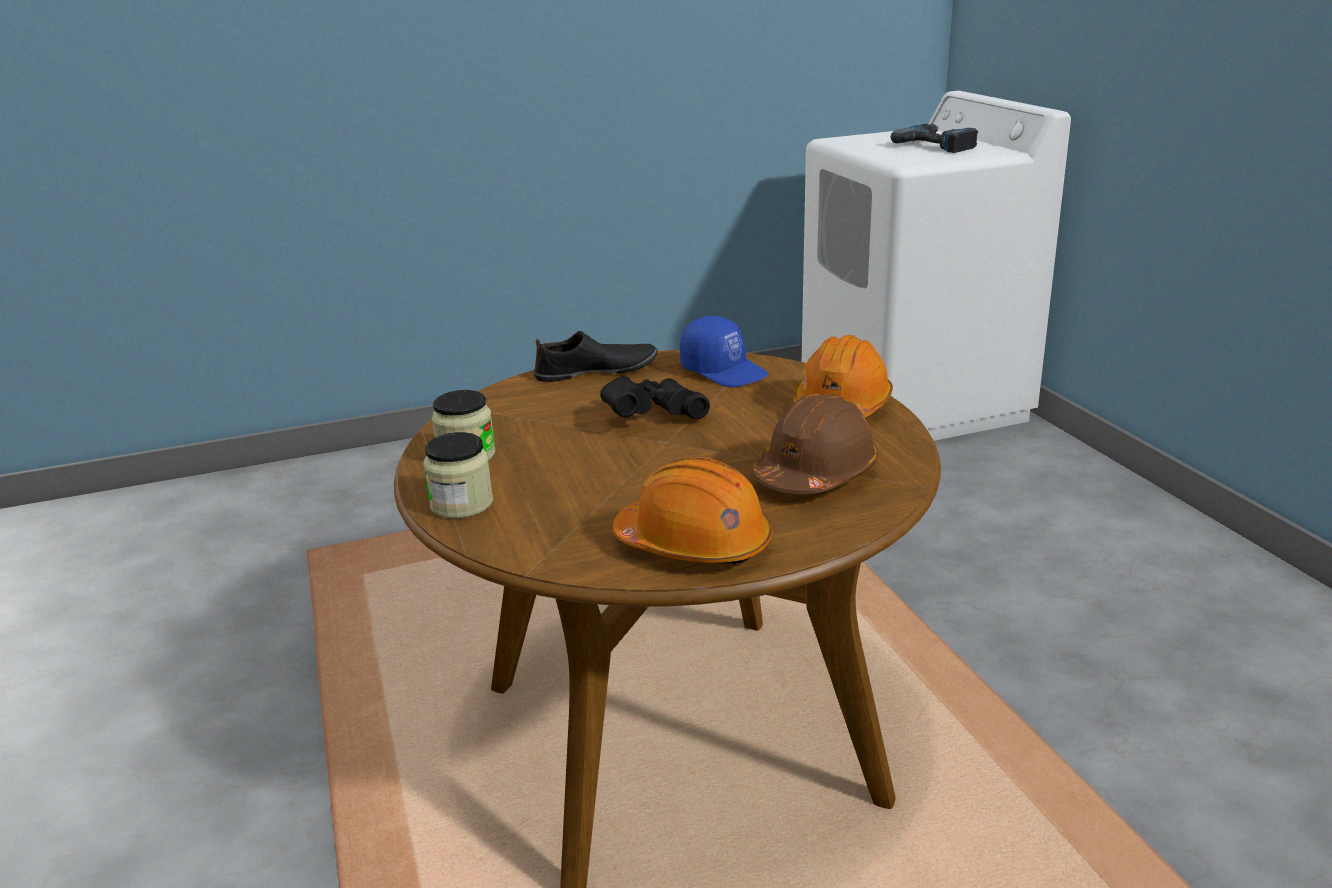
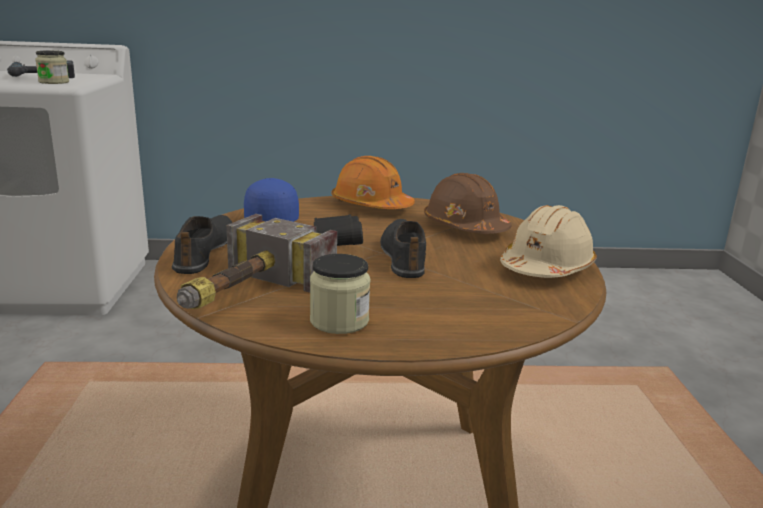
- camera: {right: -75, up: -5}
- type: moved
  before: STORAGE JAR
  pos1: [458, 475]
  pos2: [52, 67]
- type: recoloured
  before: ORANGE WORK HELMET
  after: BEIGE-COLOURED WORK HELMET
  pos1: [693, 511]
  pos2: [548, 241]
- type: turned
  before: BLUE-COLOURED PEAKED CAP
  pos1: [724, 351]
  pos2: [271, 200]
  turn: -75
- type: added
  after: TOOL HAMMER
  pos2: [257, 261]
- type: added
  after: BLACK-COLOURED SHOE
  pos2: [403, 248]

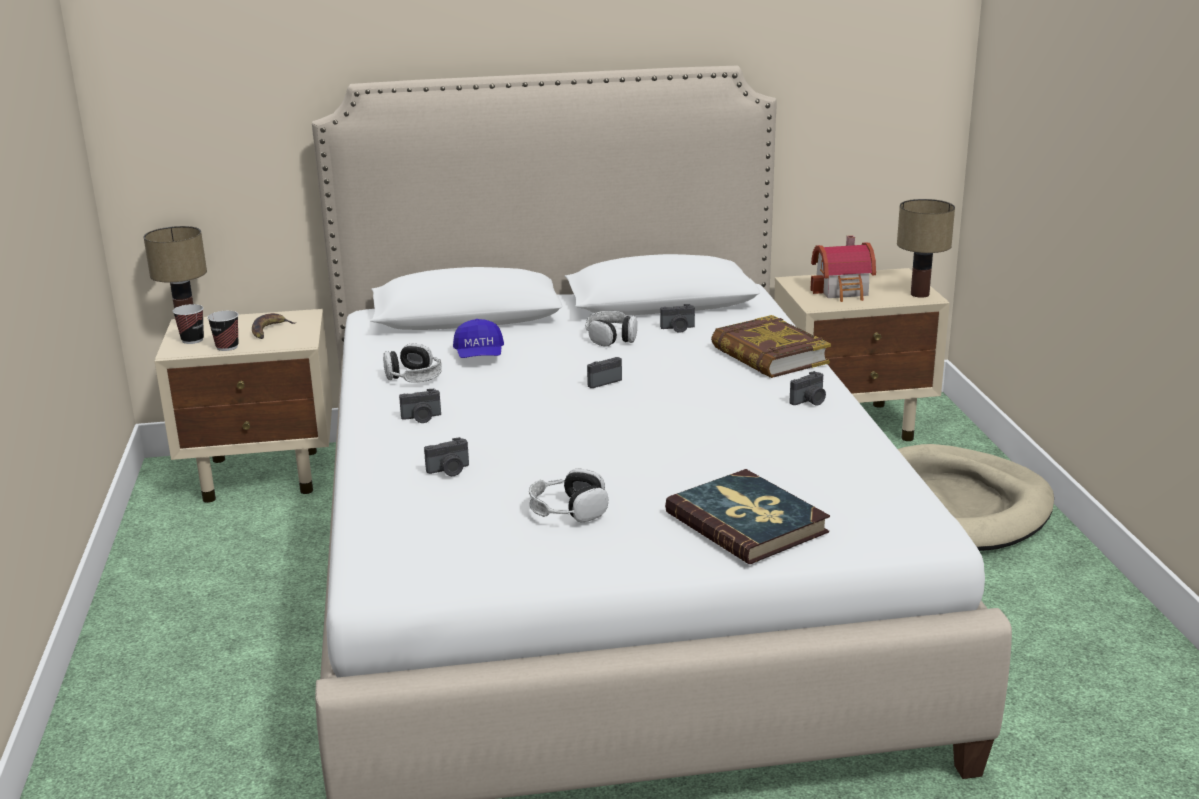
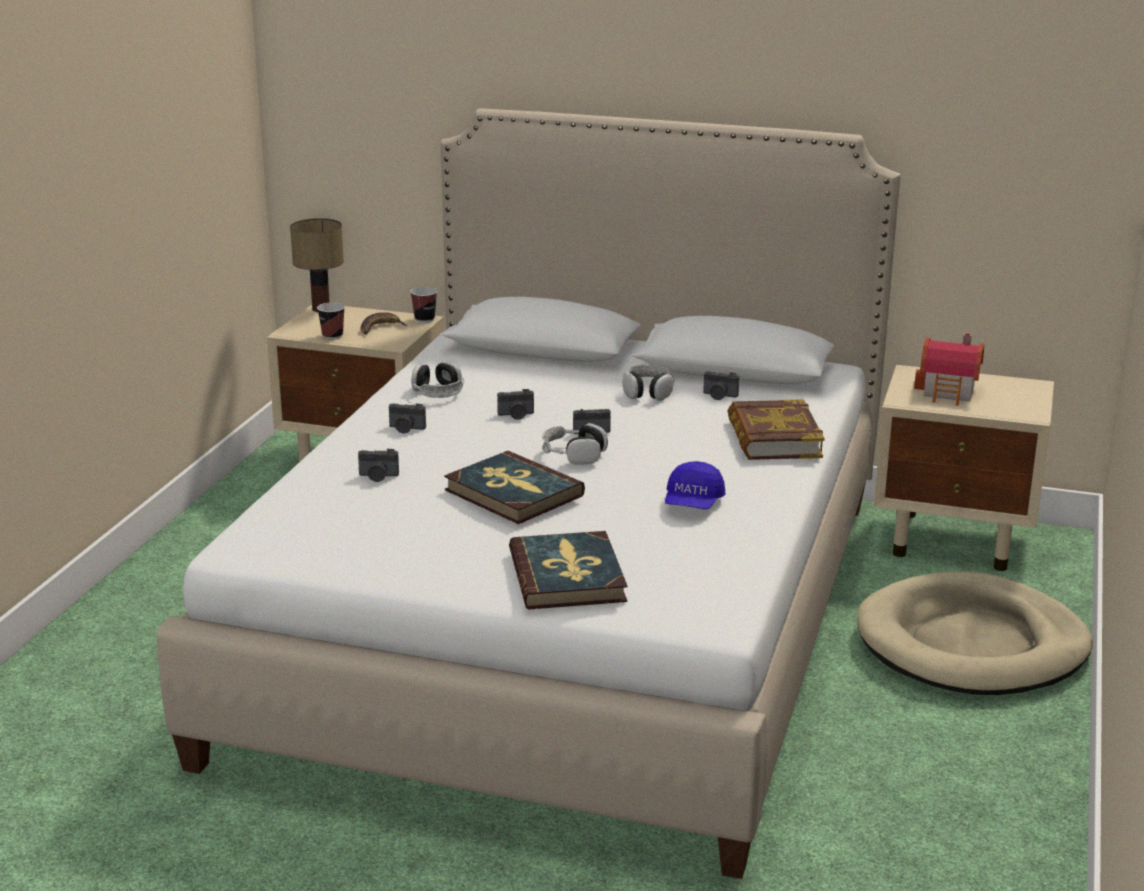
- camera: {right: 25, up: 0}
- type: moved
  before: CUP
  pos1: [188, 324]
  pos2: [423, 305]
- type: moved
  before: BLUE-COLOURED PEAKED CAP
  pos1: [478, 338]
  pos2: [695, 485]
- type: moved
  before: PAIR OF HEADPHONES
  pos1: [568, 495]
  pos2: [575, 444]
- type: moved
  before: STILL CAMERA
  pos1: [808, 388]
  pos2: [515, 404]
- type: removed
  before: TABLE LAMP
  pos1: [926, 248]
- type: added
  after: VOLUME
  pos2: [514, 487]

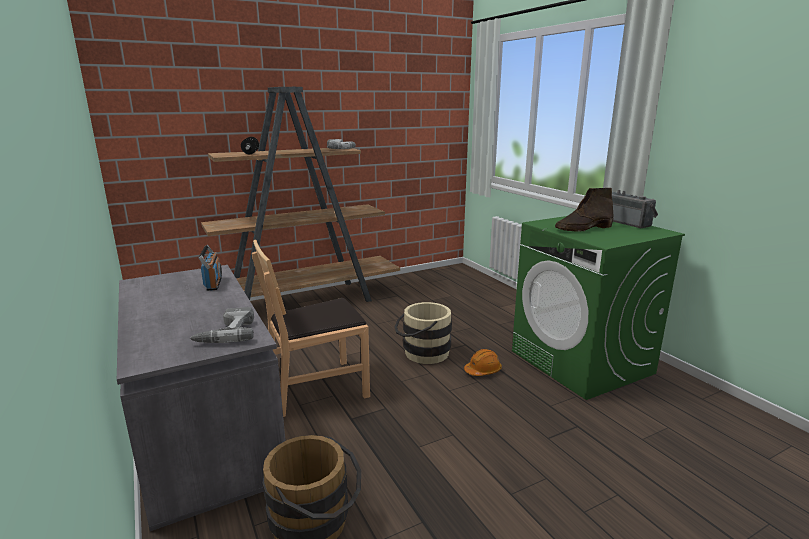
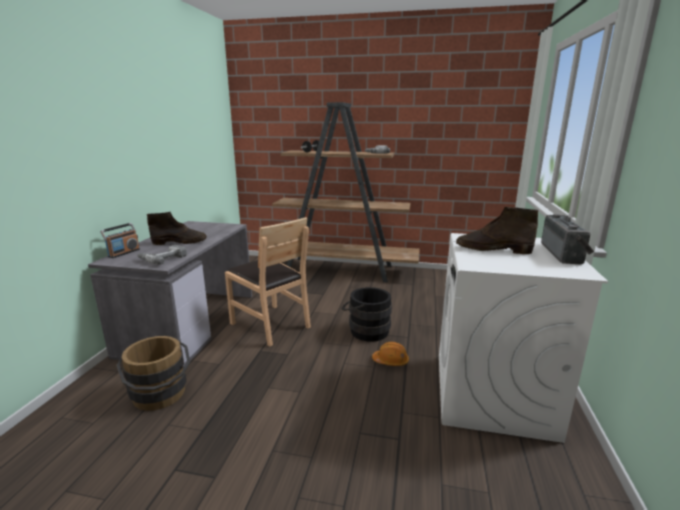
- camera: {right: 40, up: 0}
- type: moved
  before: RADIO RECEIVER
  pos1: [210, 268]
  pos2: [120, 240]
- type: turned
  before: BROWN-COLOURED UPRIGHT CHAIR
  pos1: [311, 328]
  pos2: [268, 282]
  turn: -150
- type: recoloured
  before: BEIGE-COLOURED PAIL
  after: BLACK-COLOURED PAIL
  pos1: [423, 333]
  pos2: [366, 314]
- type: recoloured
  before: GREEN-COLOURED WASHING MACHINE
  after: WHITE WASHING MACHINE
  pos1: [598, 308]
  pos2: [523, 338]
- type: added
  after: BROWN-COLOURED TALL BOOT
  pos2: [177, 228]

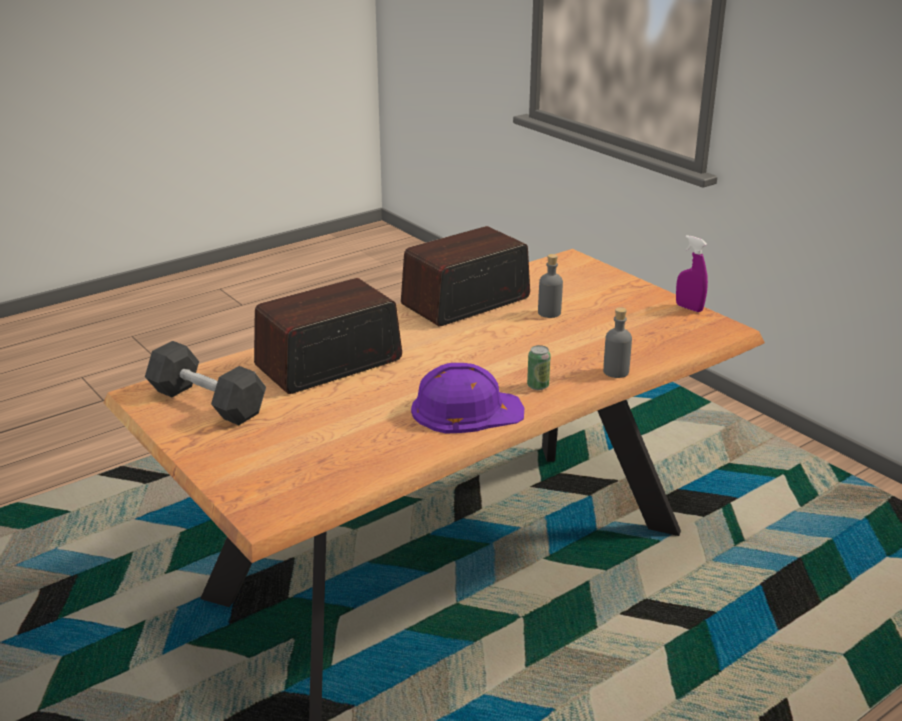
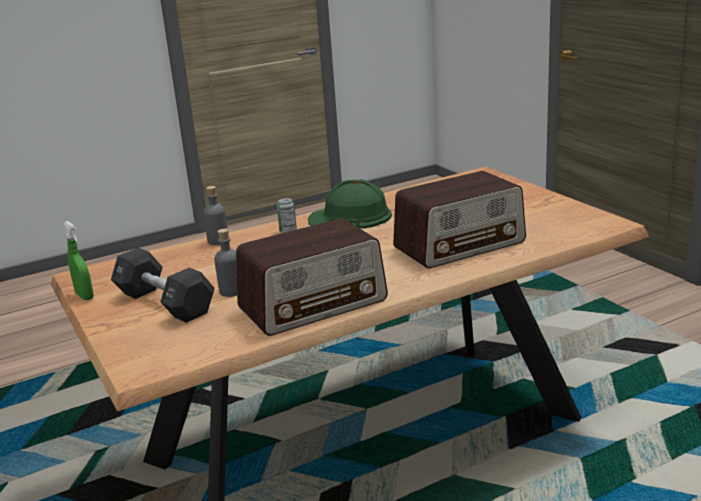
- camera: {right: -170, up: -5}
- type: moved
  before: BLACK-COLOURED HAND WEIGHT
  pos1: [205, 383]
  pos2: [162, 285]
- type: recoloured
  before: PURPLE WORK HELMET
  after: GREEN-COLOURED WORK HELMET
  pos1: [467, 398]
  pos2: [350, 204]
- type: recoloured
  before: PURPLE SPRAY BOTTLE
  after: GREEN-COLOURED SPRAY BOTTLE
  pos1: [692, 273]
  pos2: [79, 260]

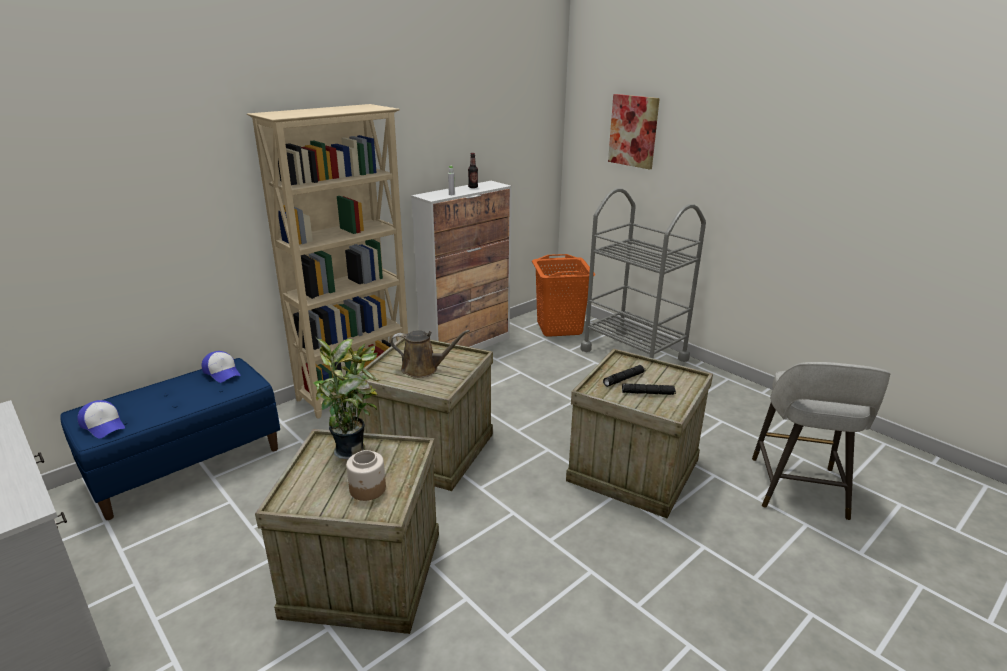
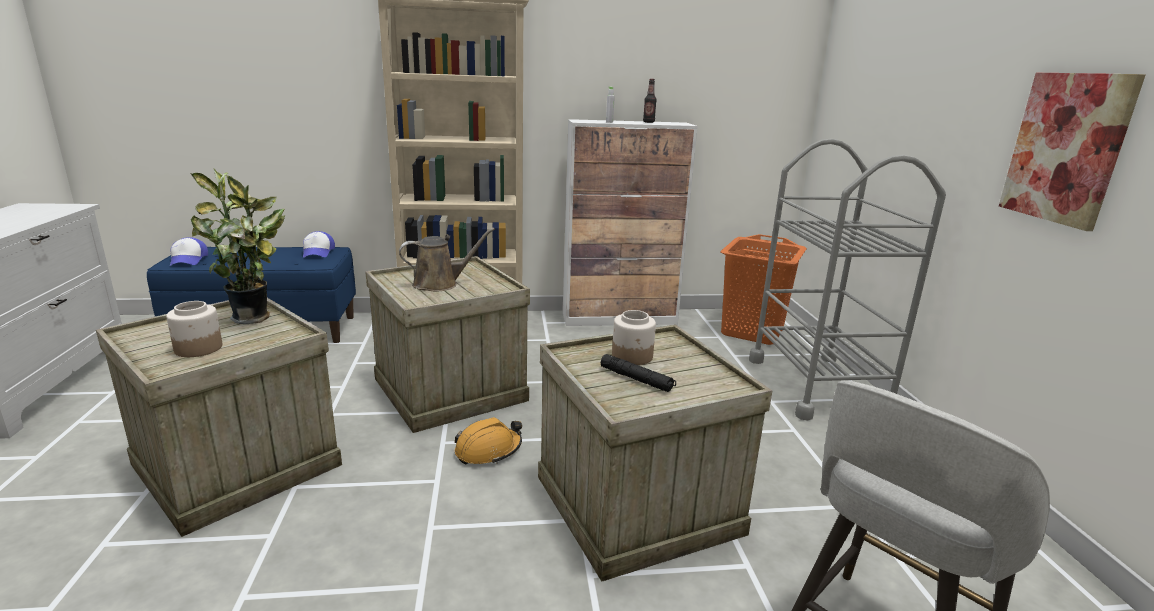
- camera: {right: 35, up: -5}
- type: turned
  before: BROWN-COLOURED WATERING CAN
  pos1: [430, 354]
  pos2: [447, 259]
  turn: -60
- type: replaced
  before: BLACK-COLOURED FLASHLIGHT
  after: STORAGE JAR
  pos1: [624, 376]
  pos2: [634, 337]
- type: moved
  before: PICTURE
  pos1: [634, 132]
  pos2: [1072, 152]
- type: added
  after: ORANGE WORK HELMET
  pos2: [488, 440]

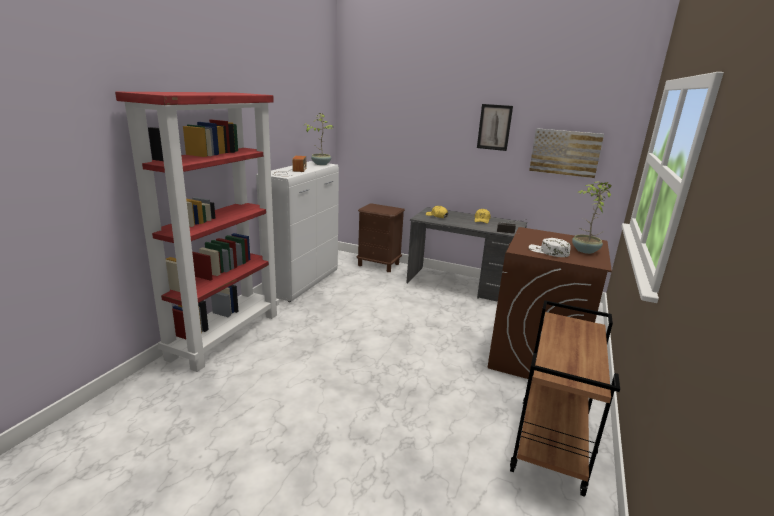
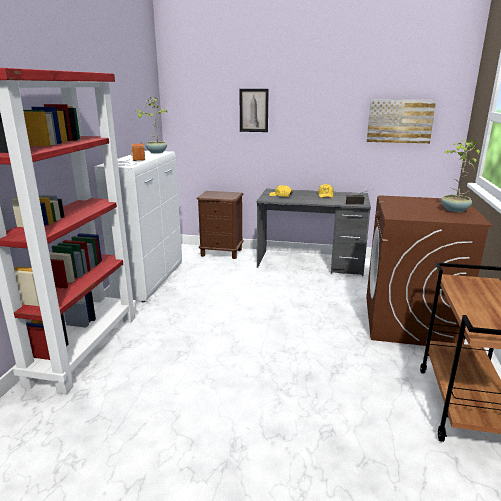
- camera: {right: -10, up: 0}
- type: moved
  before: PICTURE
  pos1: [495, 127]
  pos2: [254, 110]
- type: removed
  before: WHITE PEAKED CAP
  pos1: [549, 247]

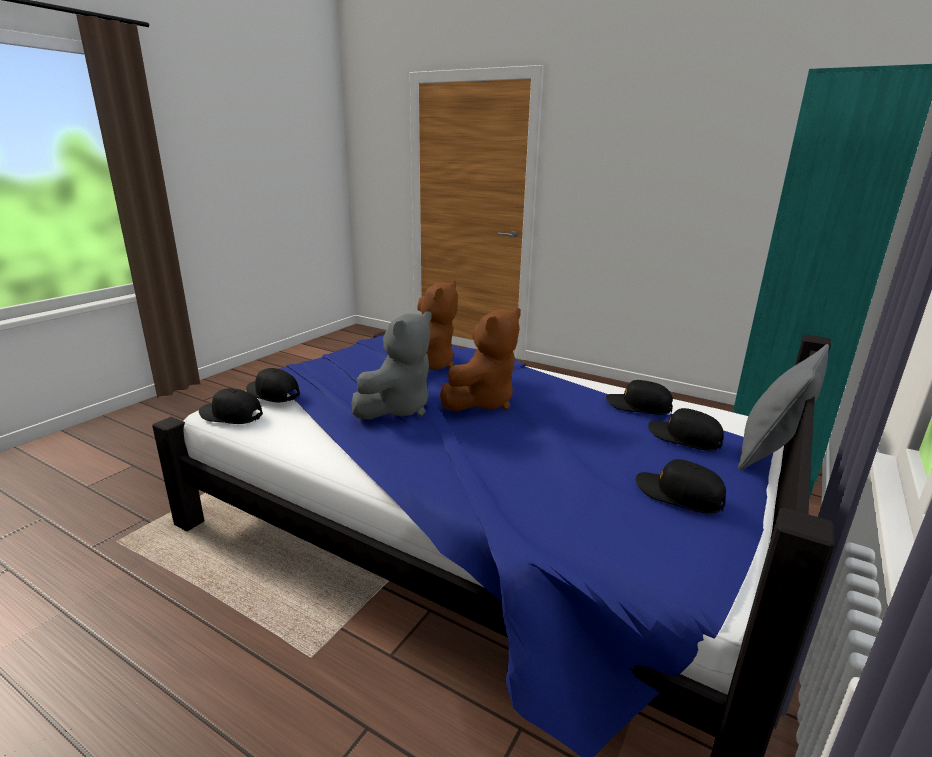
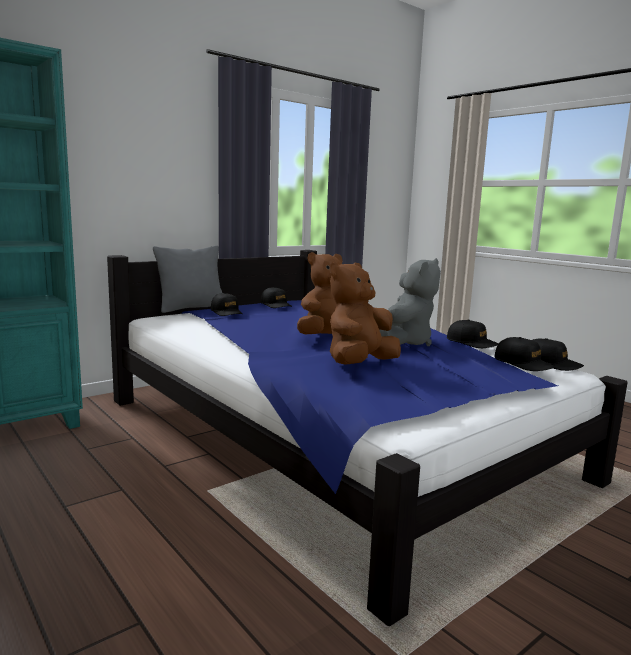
- camera: {right: -160, up: -10}
- type: turned
  before: GREYISH PLUSH TOY
  pos1: [391, 365]
  pos2: [410, 302]
  turn: 150
- type: moved
  before: BLACK-COLOURED PEAKED CAP
  pos1: [639, 397]
  pos2: [473, 334]

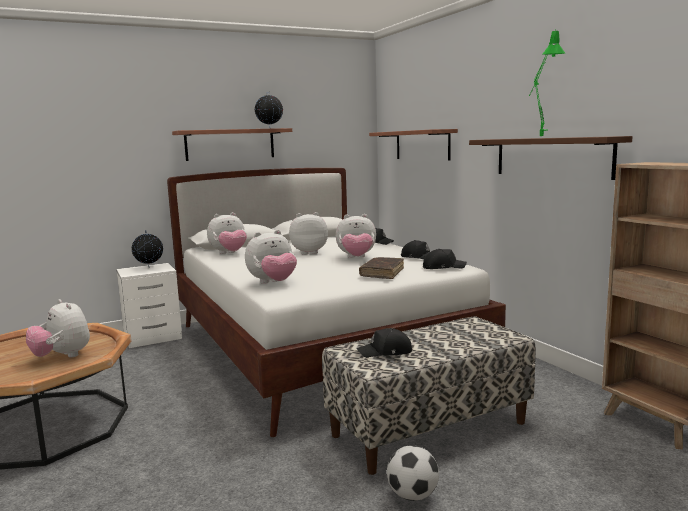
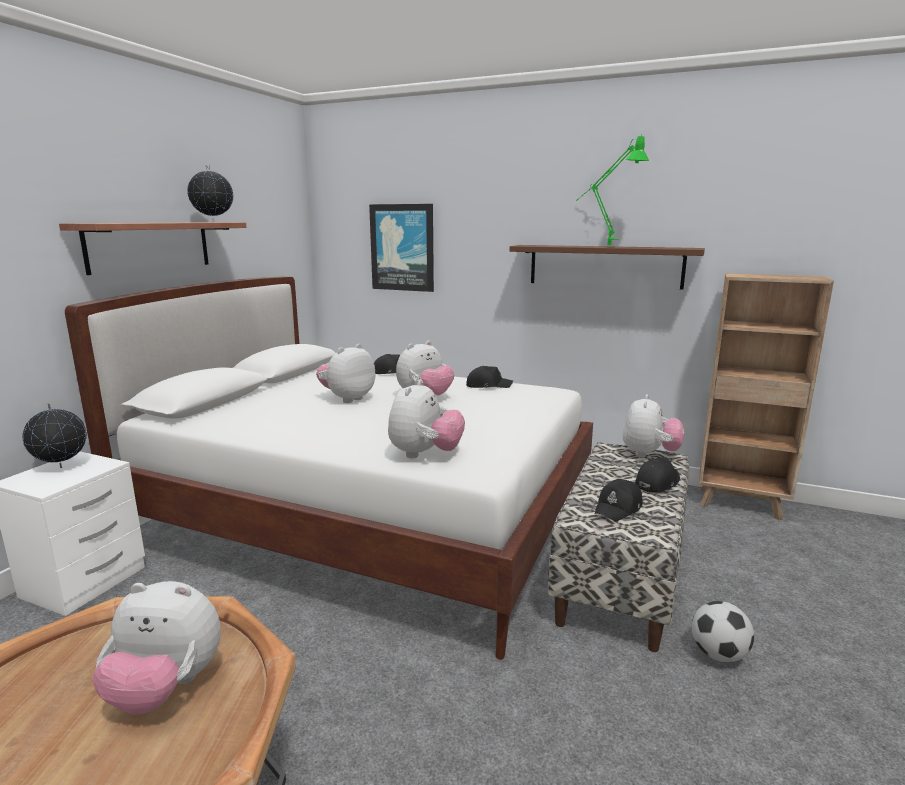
- camera: {right: -40, up: 5}
- type: moved
  before: PLUSH TOY
  pos1: [227, 233]
  pos2: [653, 425]
- type: removed
  before: BROWN-COLOURED VOLUME
  pos1: [381, 268]
- type: replaced
  before: BRACKET SHELF
  after: PICTURE
  pos1: [413, 144]
  pos2: [401, 248]
- type: moved
  before: BLACK-COLOURED PEAKED CAP
  pos1: [445, 259]
  pos2: [657, 474]

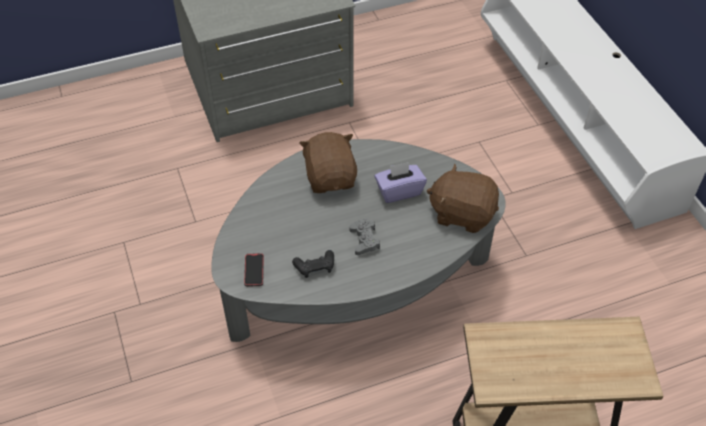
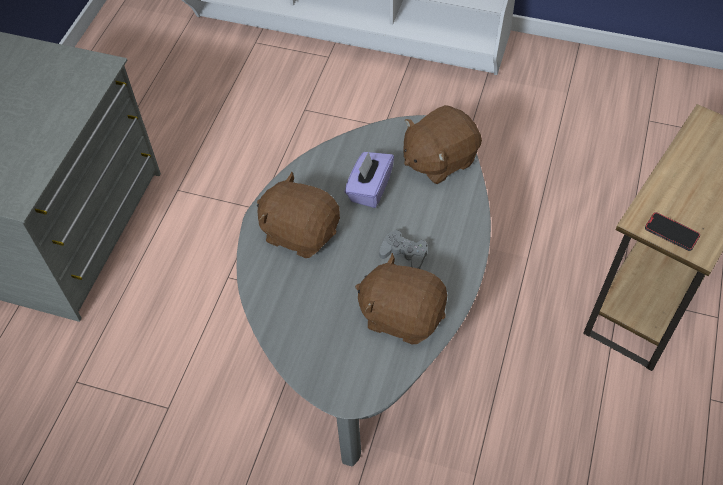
- camera: {right: -50, up: 5}
- type: moved
  before: HANDSET
  pos1: [254, 270]
  pos2: [672, 231]
- type: replaced
  before: BLACK-COLOURED JOYPAD
  after: BROWN-COLOURED PLUSH TOY
  pos1: [313, 264]
  pos2: [401, 298]

